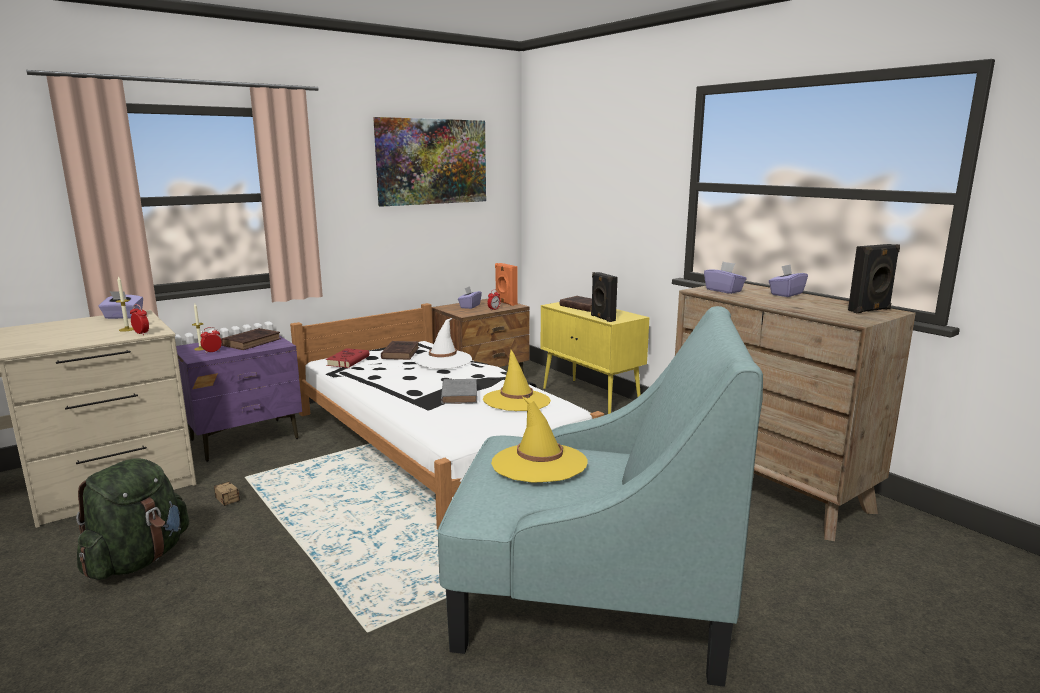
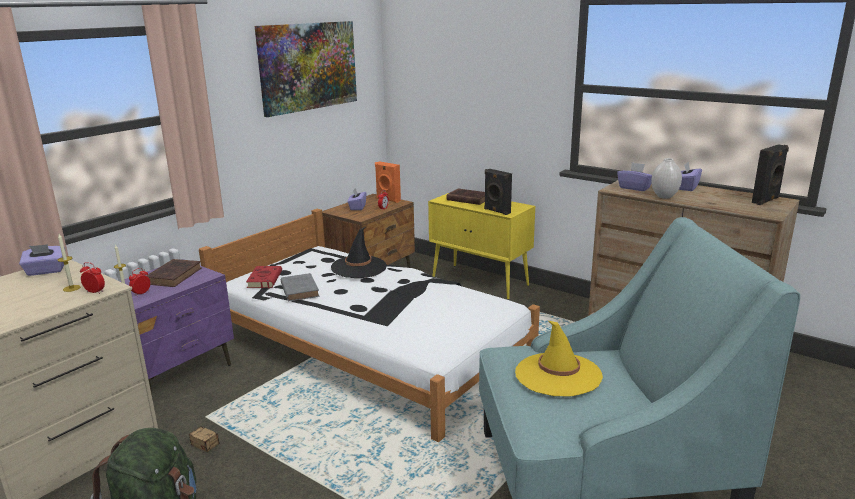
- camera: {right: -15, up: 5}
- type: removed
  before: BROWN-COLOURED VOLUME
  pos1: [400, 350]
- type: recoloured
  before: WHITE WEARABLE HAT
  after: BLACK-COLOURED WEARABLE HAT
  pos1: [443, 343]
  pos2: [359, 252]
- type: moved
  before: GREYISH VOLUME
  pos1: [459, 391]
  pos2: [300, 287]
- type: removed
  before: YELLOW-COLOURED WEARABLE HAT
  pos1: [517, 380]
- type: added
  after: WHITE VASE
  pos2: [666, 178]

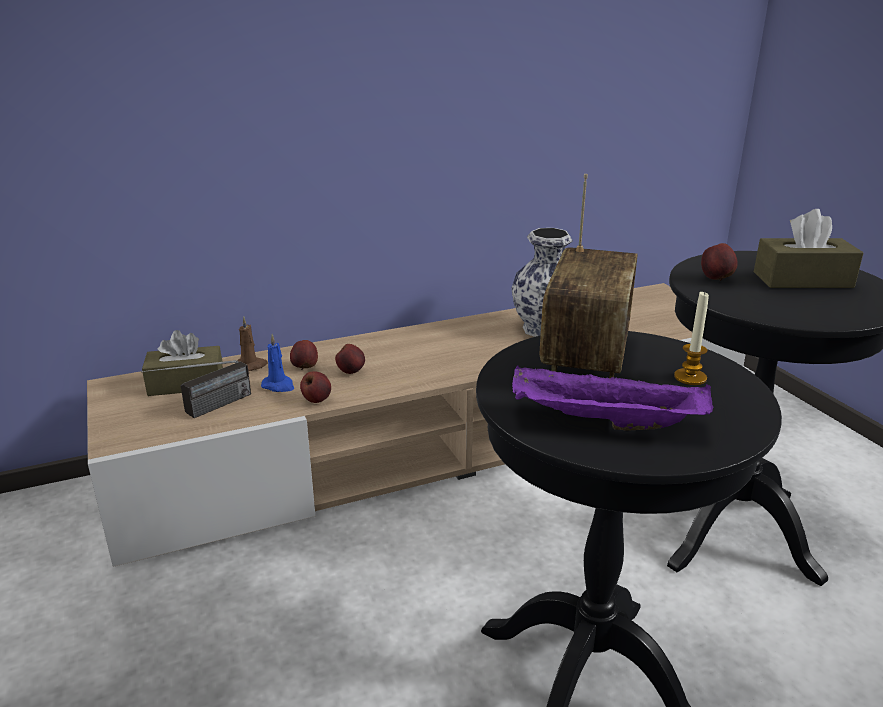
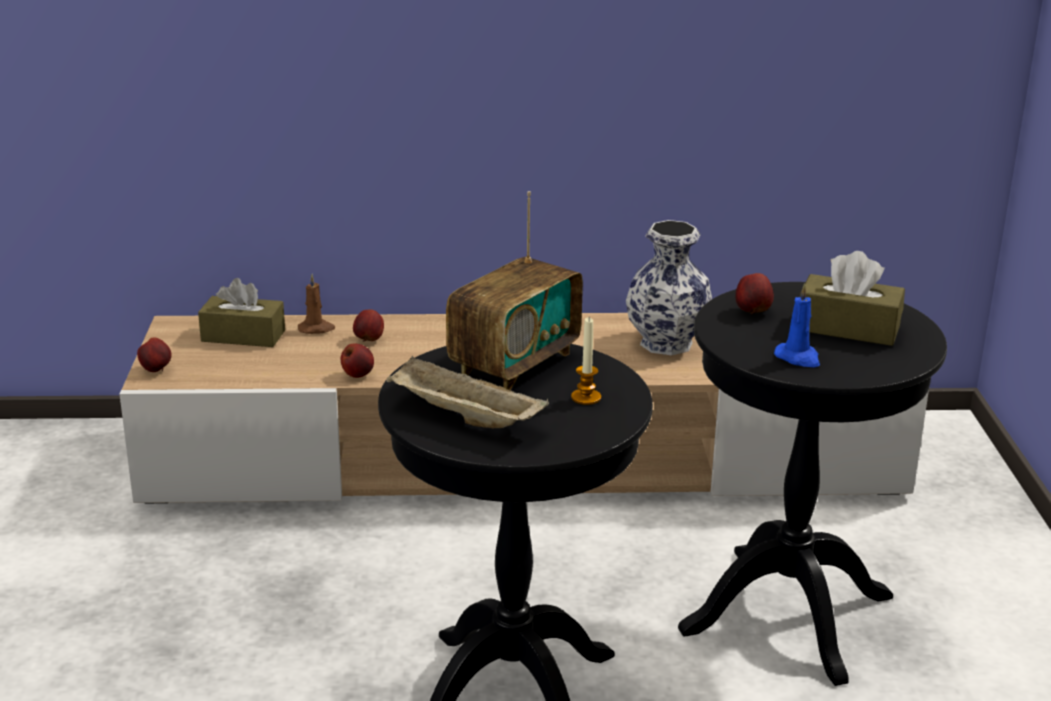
- camera: {right: 20, up: 0}
- type: removed
  before: RADIO RECEIVER
  pos1: [196, 389]
- type: moved
  before: BLUE-COLOURED WAX CANDLE
  pos1: [277, 363]
  pos2: [797, 325]
- type: moved
  before: APPLE
  pos1: [350, 359]
  pos2: [154, 354]
- type: recoloured
  before: PURPLE CARRYING TRAY
  after: BEIGE-COLOURED CARRYING TRAY
  pos1: [612, 398]
  pos2: [467, 391]

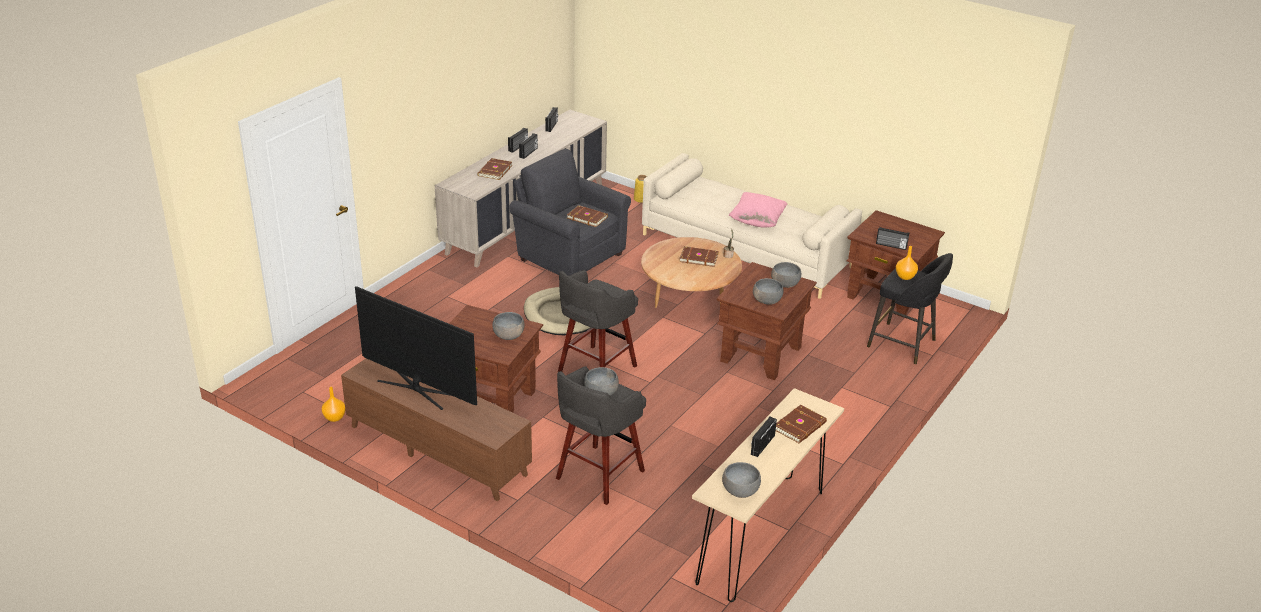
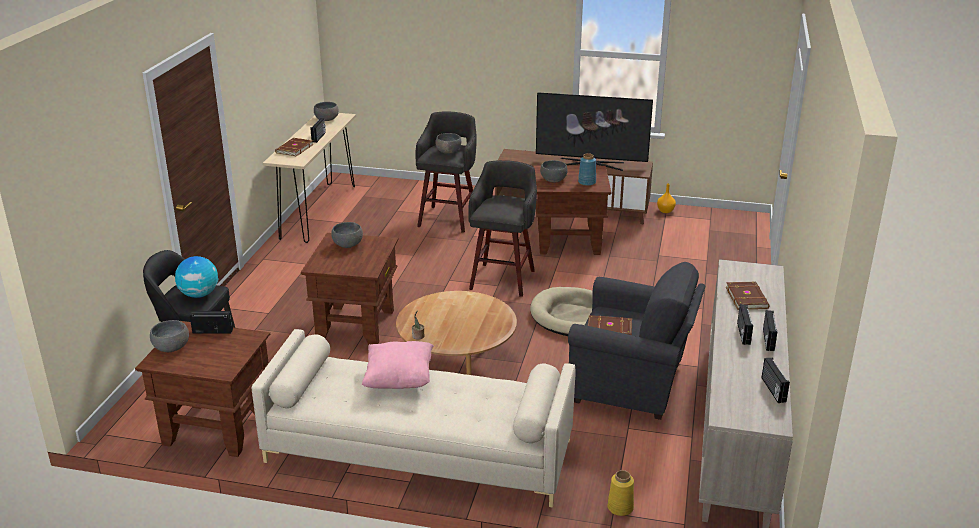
- camera: {right: 160, up: -5}
- type: removed
  before: BROWN-COLOURED VOLUME
  pos1: [699, 256]
- type: moved
  before: GREYISH BOWL
  pos1: [786, 275]
  pos2: [169, 336]
- type: replaced
  before: ORANGE VASE
  after: WORLD GLOBE
  pos1: [907, 263]
  pos2: [196, 277]
- type: added
  after: BLUE-COLOURED VASE
  pos2: [587, 169]

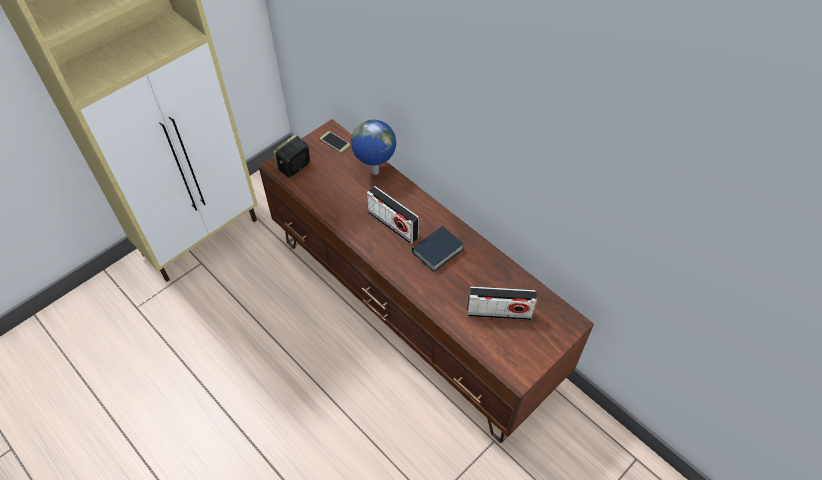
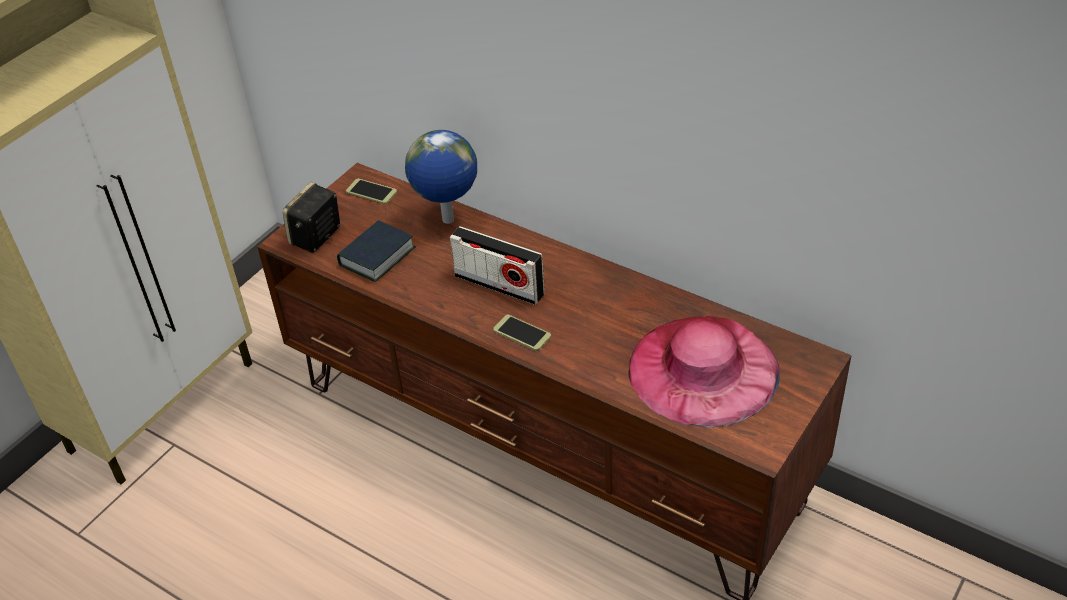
- camera: {right: -10, up: -10}
- type: moved
  before: VOLUME
  pos1: [438, 249]
  pos2: [376, 251]
- type: replaced
  before: RADIO RECEIVER
  after: PINK-COLOURED WEARABLE HAT
  pos1: [502, 303]
  pos2: [704, 371]
- type: added
  after: HANDSET
  pos2: [522, 333]

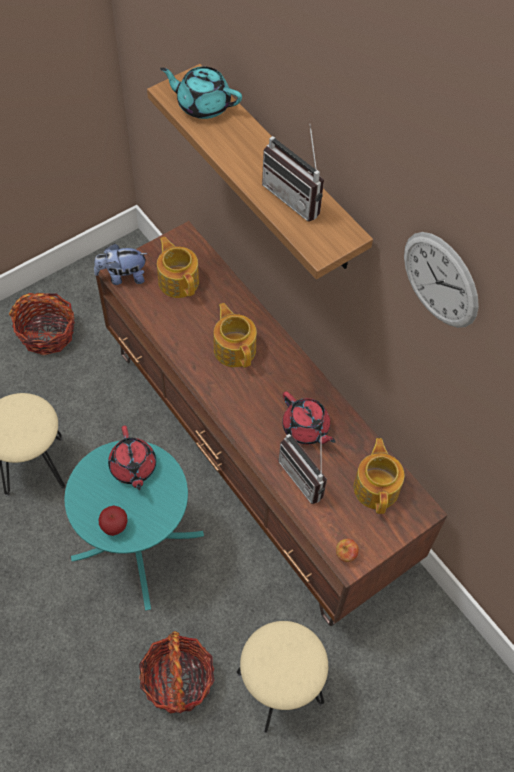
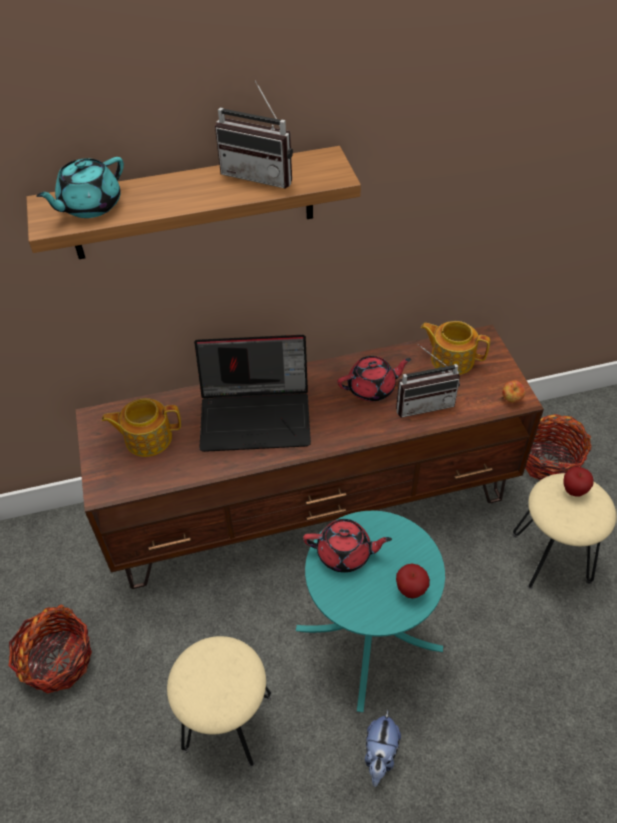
- camera: {right: -65, up: -10}
- type: moved
  before: PLUSH TOY
  pos1: [121, 264]
  pos2: [383, 748]
- type: moved
  before: BASKET
  pos1: [176, 672]
  pos2: [558, 447]
- type: replaced
  before: TEAPOT
  after: LAPTOP
  pos1: [235, 335]
  pos2: [252, 393]
- type: turned
  before: RADIO RECEIVER
  pos1: [293, 173]
  pos2: [254, 134]
  turn: 45
- type: removed
  before: CLOCK ON THE WALL
  pos1: [441, 280]
- type: added
  after: APPLE
  pos2: [578, 482]

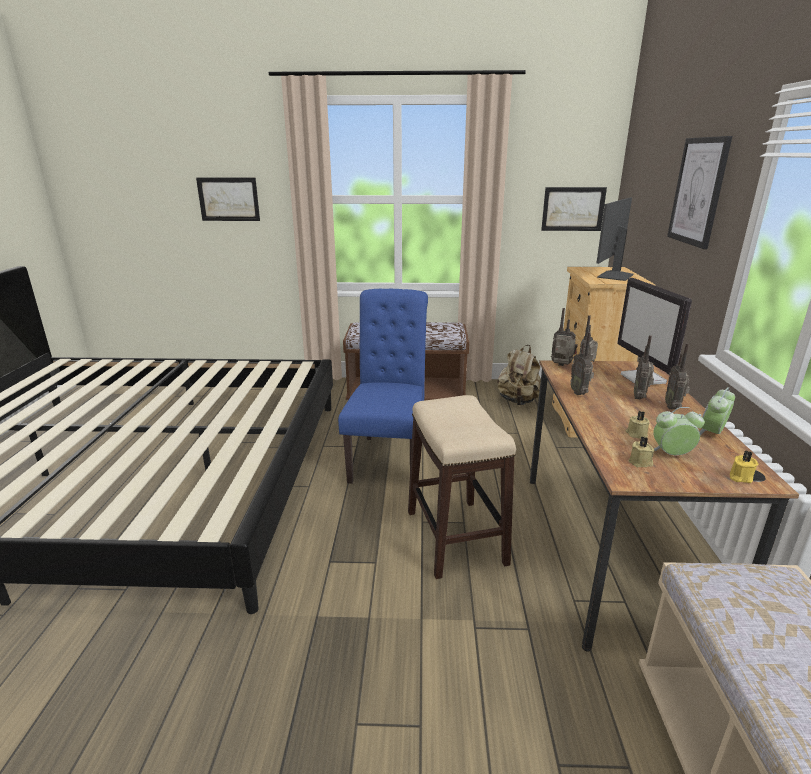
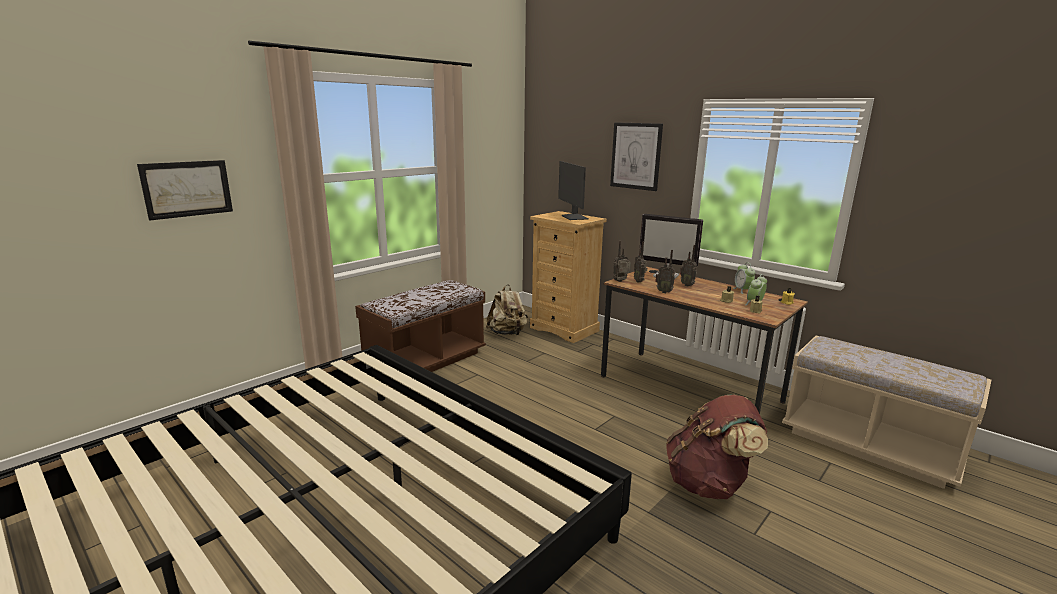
- camera: {right: -50, up: -5}
- type: removed
  before: BLUE-COLOURED UPRIGHT CHAIR
  pos1: [383, 386]
- type: removed
  before: STOOL SEAT
  pos1: [462, 487]
- type: removed
  before: PICTURE
  pos1: [574, 209]
- type: removed
  before: RADIO RECEIVER
  pos1: [677, 376]
- type: added
  after: BROWN-COLOURED RUCKSACK
  pos2: [717, 447]

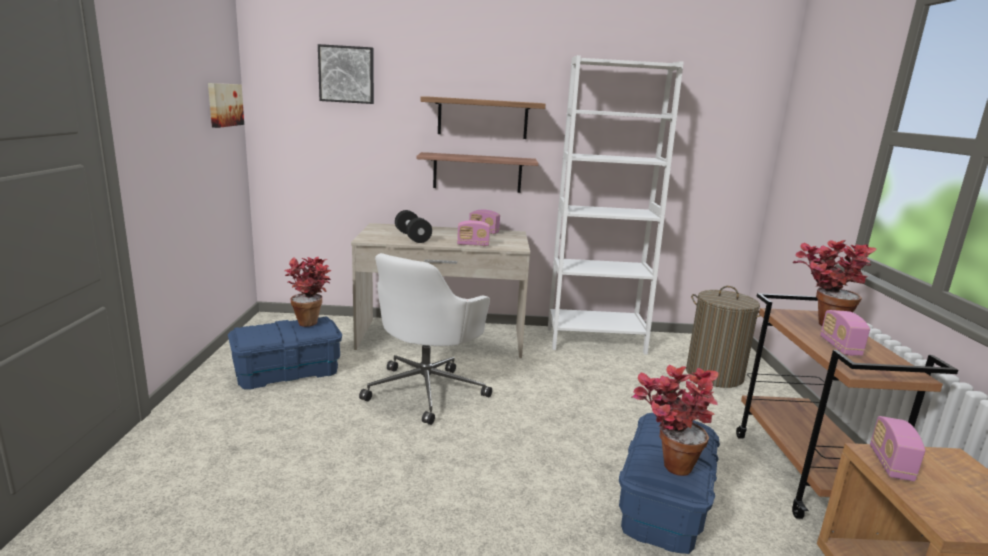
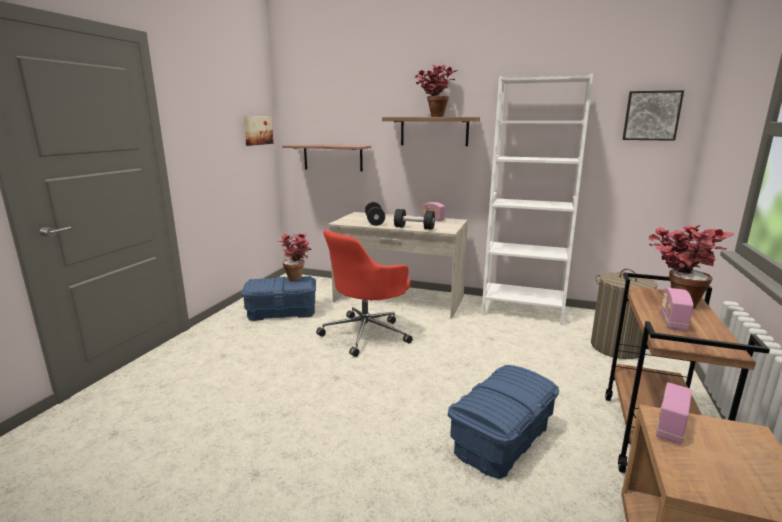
- camera: {right: 20, up: 0}
- type: moved
  before: PICTURE
  pos1: [346, 74]
  pos2: [653, 115]
- type: recoloured
  before: WHITE DESK CHAIR
  after: RED DESK CHAIR
  pos1: [425, 339]
  pos2: [364, 293]
- type: moved
  before: BRACKET SHELF
  pos1: [477, 172]
  pos2: [326, 158]
- type: replaced
  before: RADIO RECEIVER
  after: BLACK-COLOURED HAND WEIGHT
  pos1: [473, 233]
  pos2: [414, 219]
- type: moved
  before: HOUSEPLANT
  pos1: [675, 420]
  pos2: [435, 91]

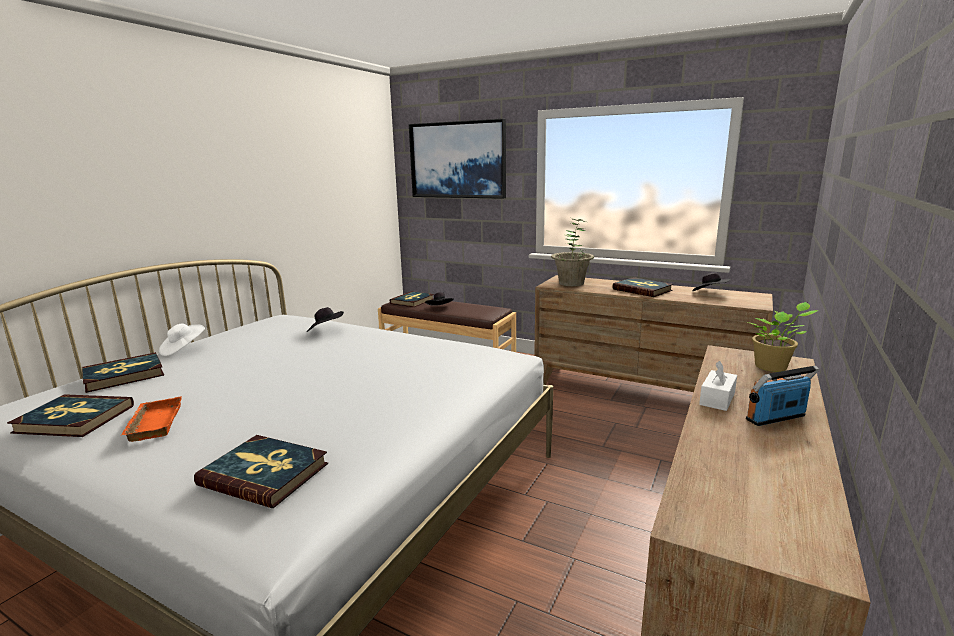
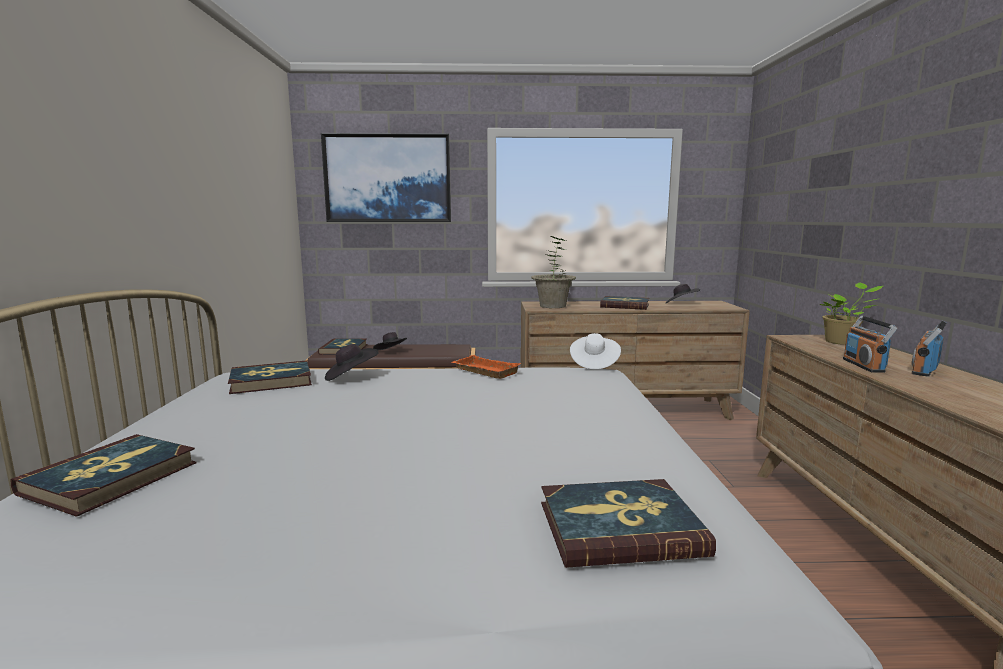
- camera: {right: -30, up: -5}
- type: moved
  before: VOLUME
  pos1: [70, 415]
  pos2: [270, 377]
- type: moved
  before: ORANGE CARRYING TRAY
  pos1: [151, 419]
  pos2: [486, 367]
- type: moved
  before: WHITE WEARABLE HAT
  pos1: [182, 339]
  pos2: [595, 351]
- type: replaced
  before: WHITE BOX OF TISSUES
  after: RADIO RECEIVER
  pos1: [718, 386]
  pos2: [870, 344]

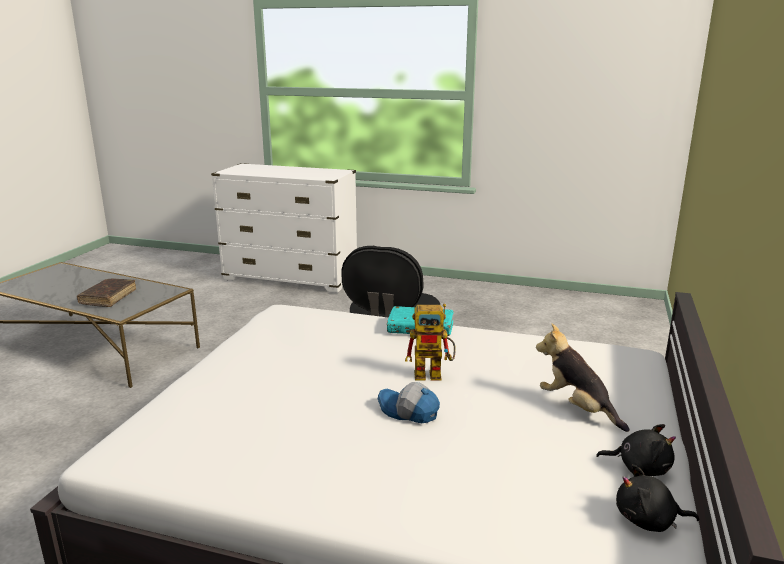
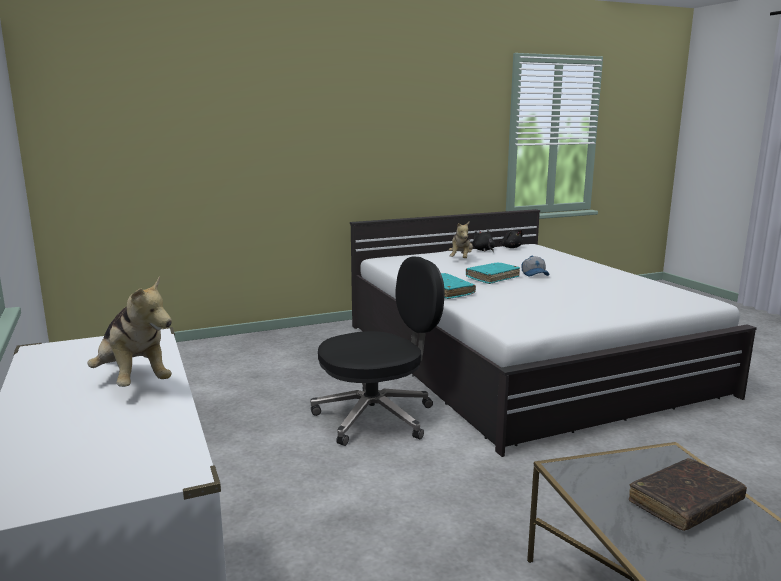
- camera: {right: -130, up: -5}
- type: replaced
  before: MODEL ROBOT
  after: TURQUOISE VOLUME
  pos1: [430, 342]
  pos2: [493, 273]
- type: added
  after: PLUSH TOY
  pos2: [129, 331]

